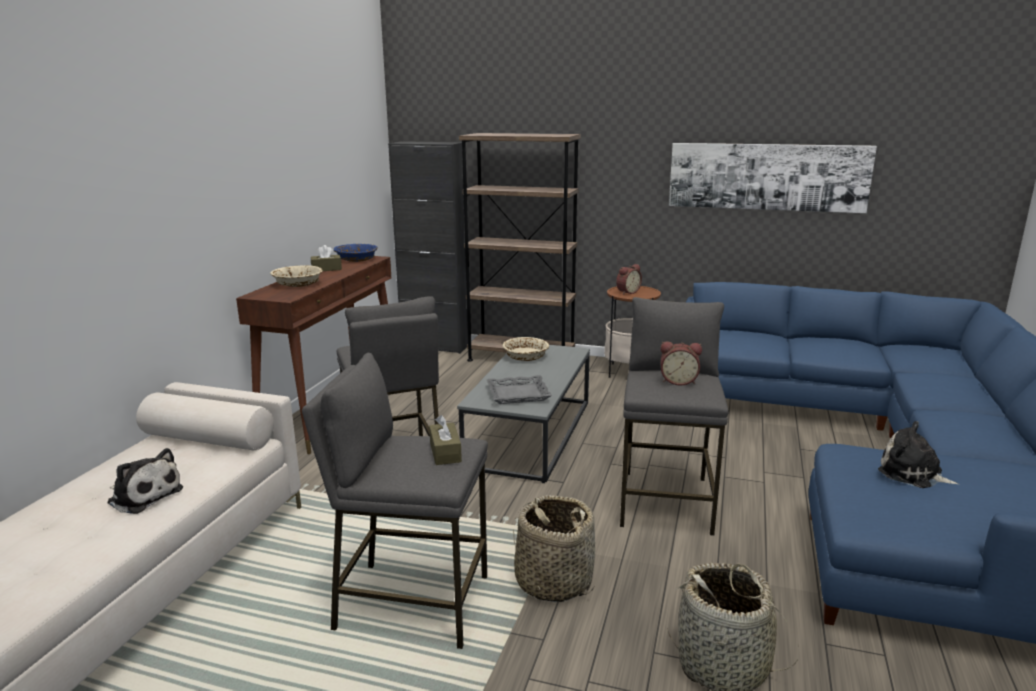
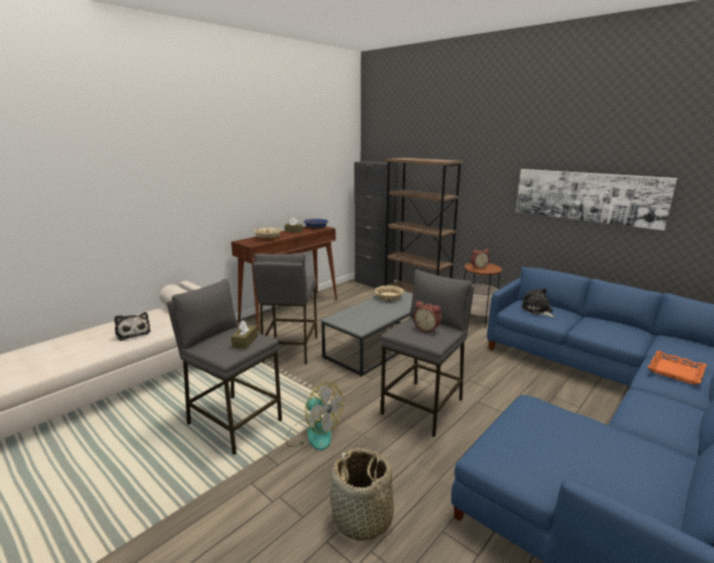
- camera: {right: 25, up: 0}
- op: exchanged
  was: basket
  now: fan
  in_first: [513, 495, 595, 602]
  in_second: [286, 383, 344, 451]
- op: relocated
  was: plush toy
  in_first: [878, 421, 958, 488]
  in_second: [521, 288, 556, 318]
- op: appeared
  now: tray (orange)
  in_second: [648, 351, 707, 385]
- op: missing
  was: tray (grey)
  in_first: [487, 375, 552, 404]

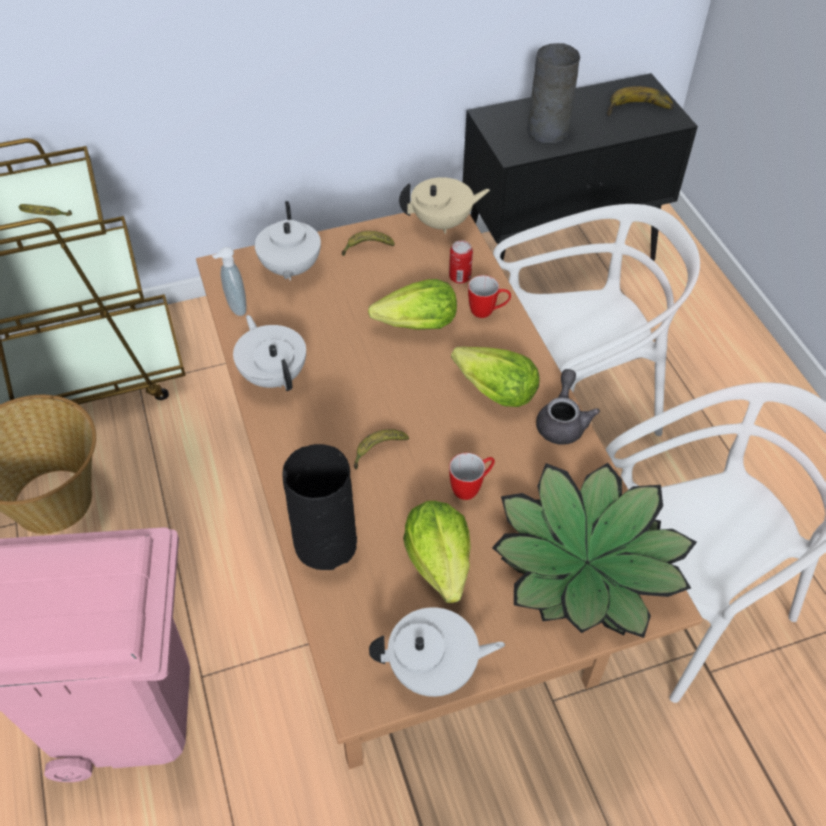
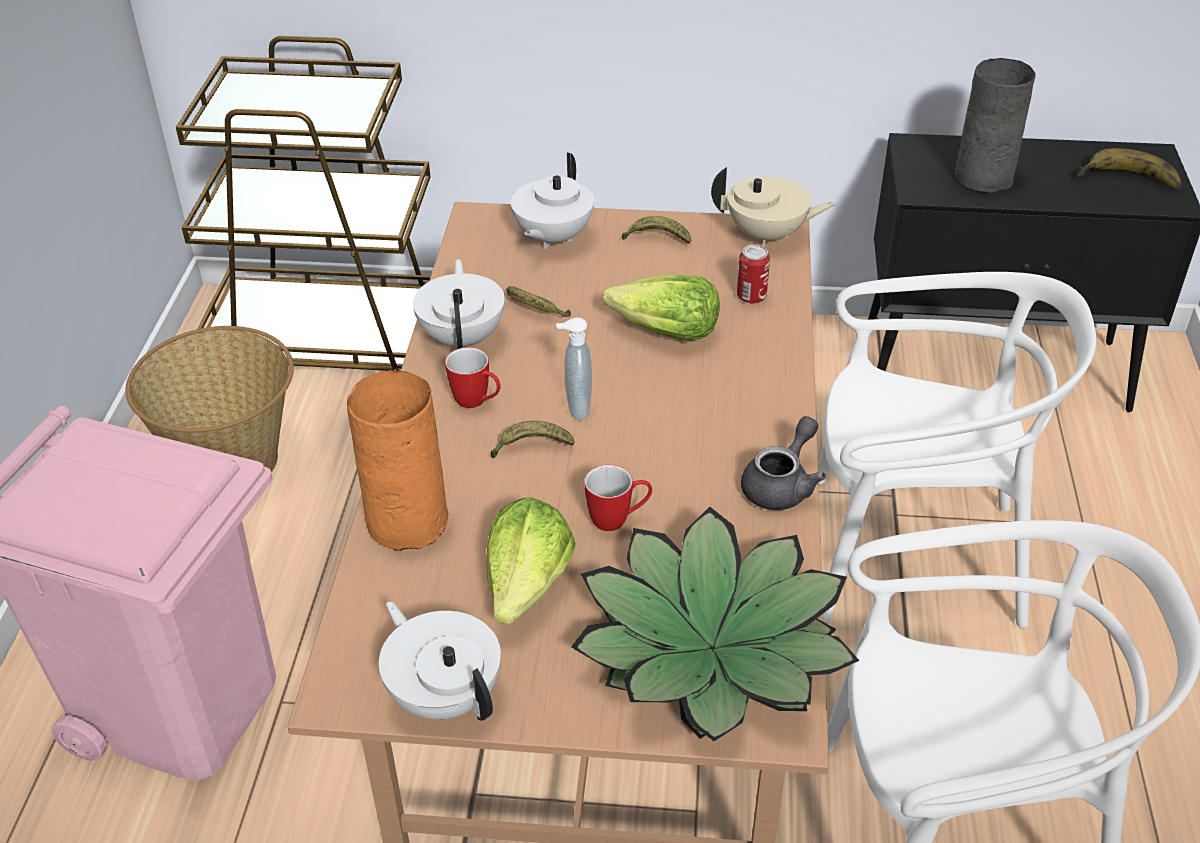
- camera: {right: 25, up: -10}
- op: colour
  was: vase (black)
  now: vase (orange)
  in_first: [283, 444, 357, 570]
  in_second: [347, 370, 448, 551]
- op: spun
  was: teapot (white)
  in_first: [369, 607, 505, 697]
  in_second: [379, 601, 501, 720]
  clockwise: -150
- op: relocated
  was: mug
  in_first: [468, 275, 511, 318]
  in_second: [445, 347, 501, 408]
- op: relocated
  was: banana
  in_first: [19, 204, 72, 216]
  in_second: [506, 286, 571, 317]
- op: relocated
  was: soap dispenser
  in_first: [212, 247, 246, 316]
  in_second: [556, 317, 592, 420]
- op: missing
  was: lettuce
  in_first: [451, 347, 540, 407]

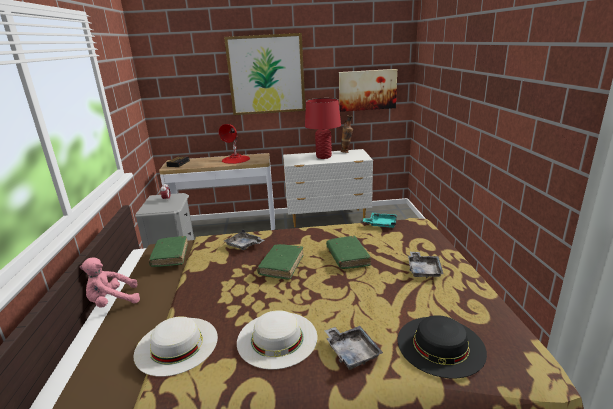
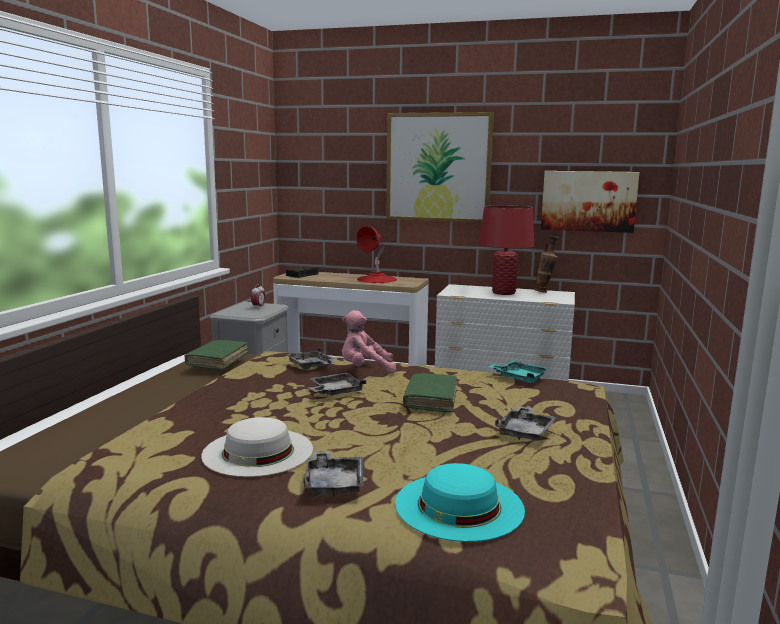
- camera: {right: 20, up: -10}
- op: exchanged
  was: book (green)
  now: tray (grey)
  in_first: [257, 244, 303, 280]
  in_second: [310, 373, 366, 396]
- op: relocated
  was: plush toy (pink)
  in_first: [80, 258, 140, 308]
  in_second: [342, 310, 396, 374]
- op: colour
  was: hat (black)
  now: hat (turquoise)
  in_first: [398, 315, 487, 378]
  in_second: [395, 463, 525, 542]
- op: missing
  was: hat (white)
  in_first: [134, 316, 218, 377]

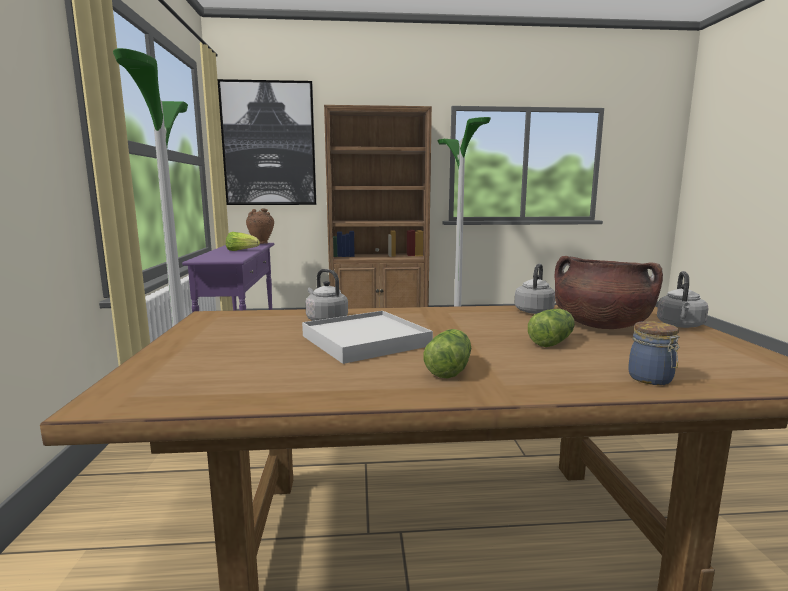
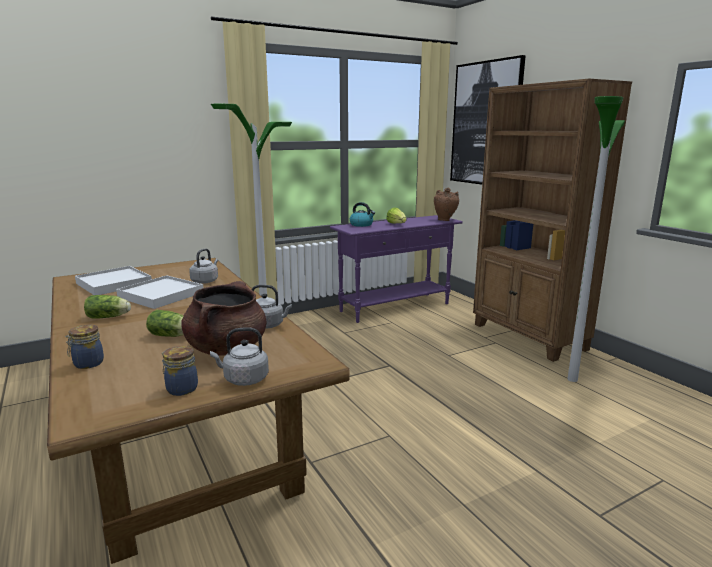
- camera: {right: 65, up: 5}
- op: appeared
  now: tray (white)
  in_second: [75, 266, 152, 295]
- op: appeared
  now: jar
  in_second: [162, 346, 198, 396]
- op: appeared
  now: kettle
  in_second: [350, 202, 375, 227]

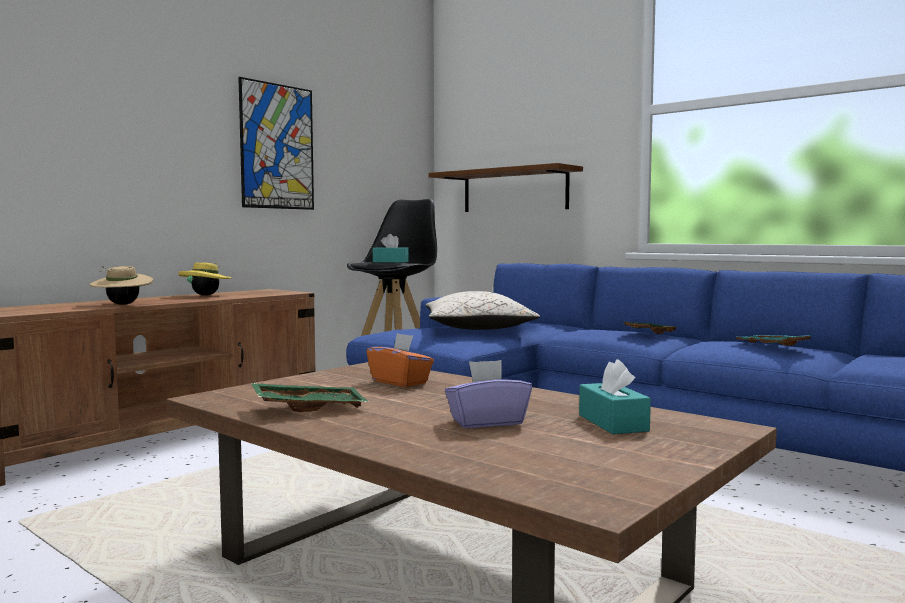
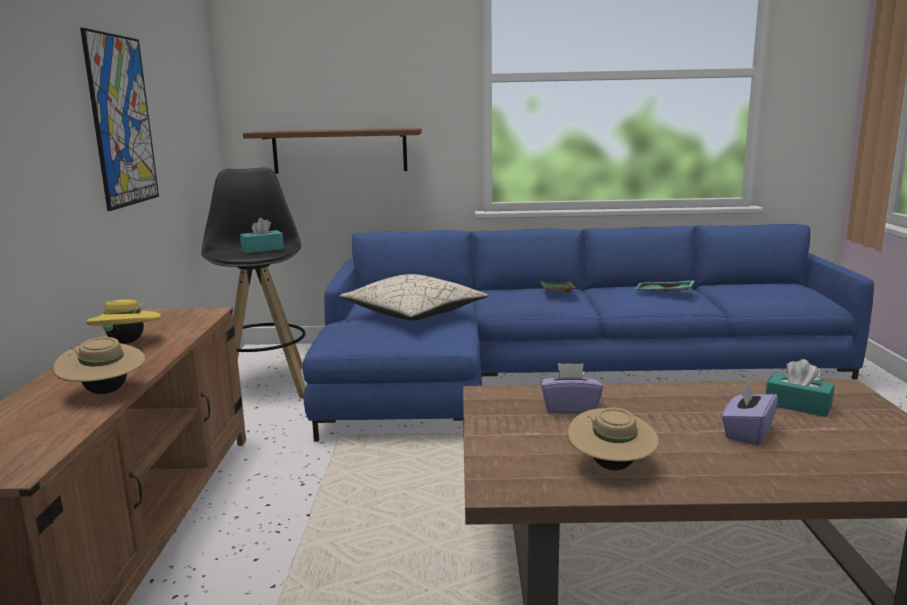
- camera: {right: -40, up: 10}
- op: colour
  was: tissue box (orange)
  now: tissue box (purple)
  in_first: [366, 333, 434, 387]
  in_second: [540, 363, 603, 414]
- op: exchanged
  was: tray (green)
  now: hat (beige)
  in_first: [251, 383, 369, 412]
  in_second: [568, 407, 659, 470]

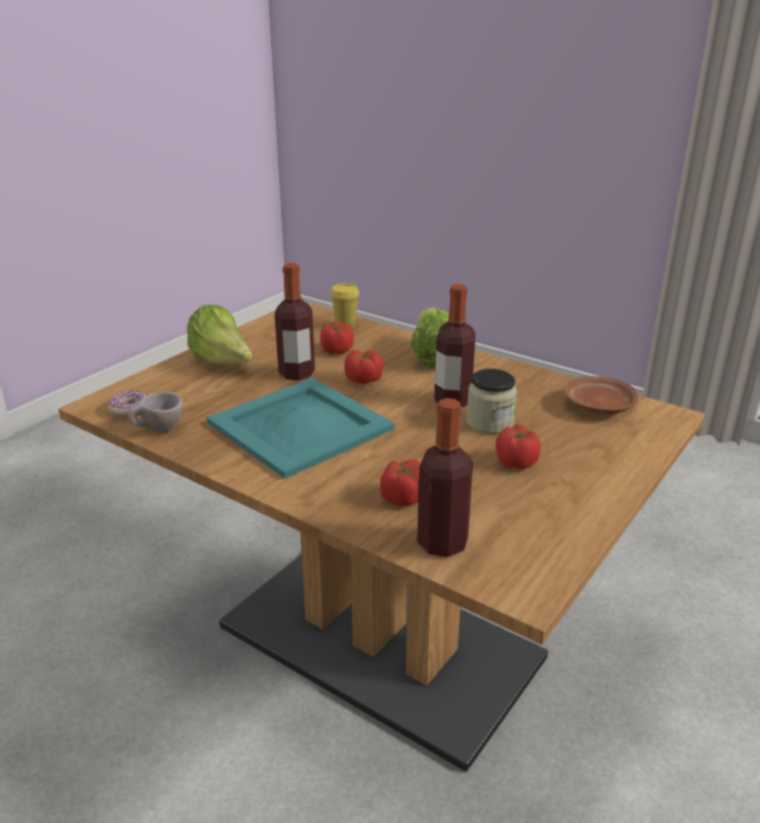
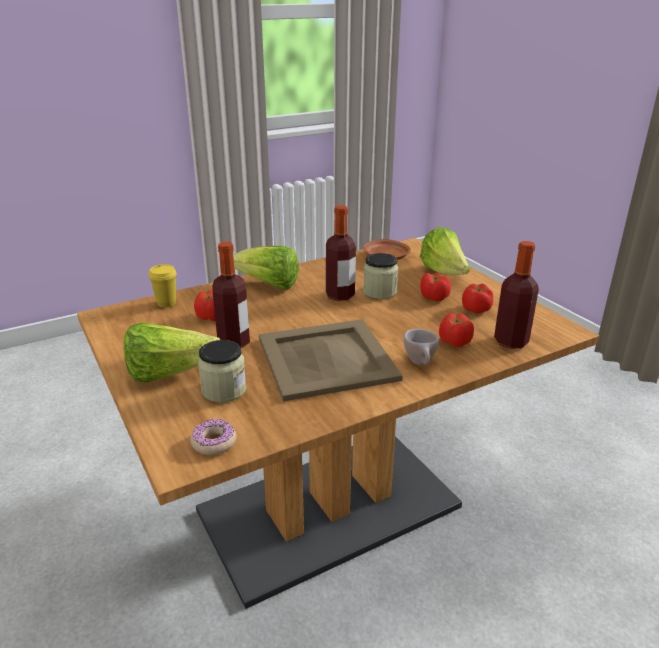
- camera: {right: -65, up: 0}
- op: appeared
  now: jar
  in_second: [198, 340, 246, 402]
- op: colour
  was: tray (turquoise)
  now: tray (beige)
  in_first: [207, 378, 395, 479]
  in_second: [259, 319, 403, 401]
- op: relocated
  was: cup (beige)
  in_first: [128, 391, 183, 432]
  in_second: [403, 329, 439, 365]
- op: appeared
  now: lettuce
  in_second: [420, 227, 470, 275]
- op: relocated
  was: tomato
  in_first: [344, 350, 383, 384]
  in_second: [462, 284, 493, 313]

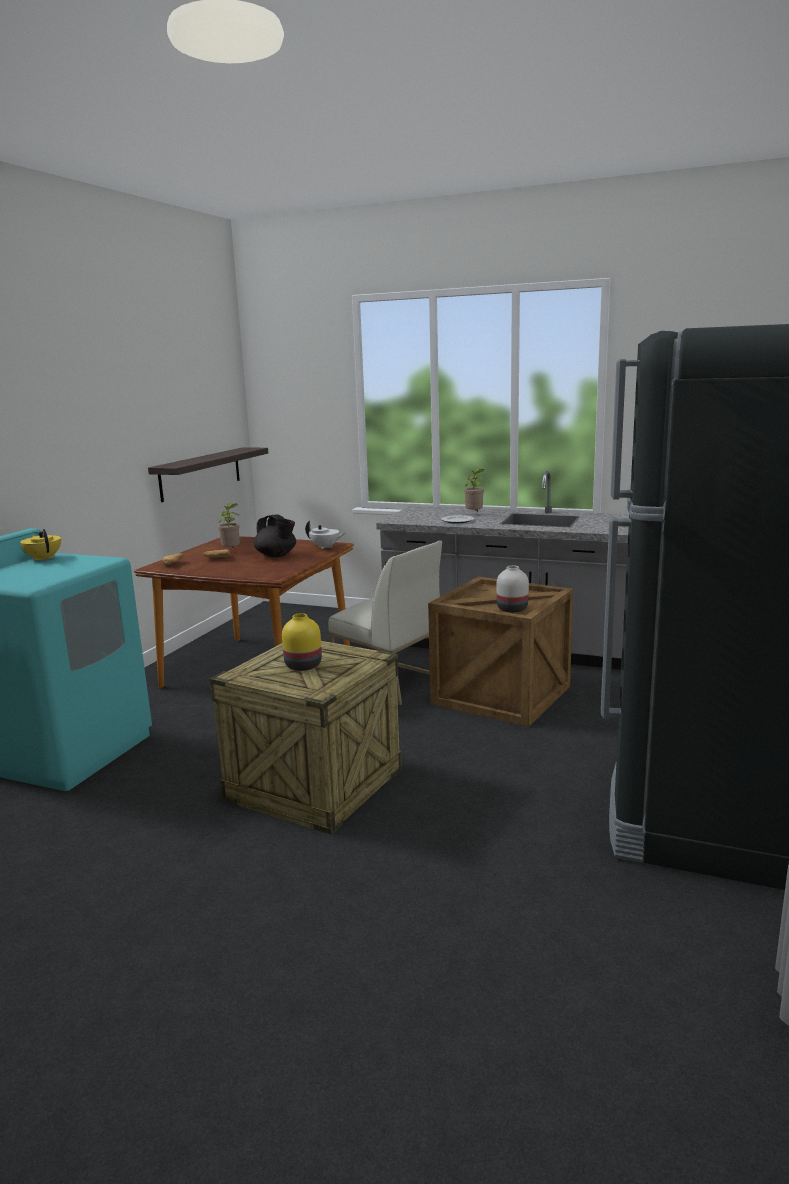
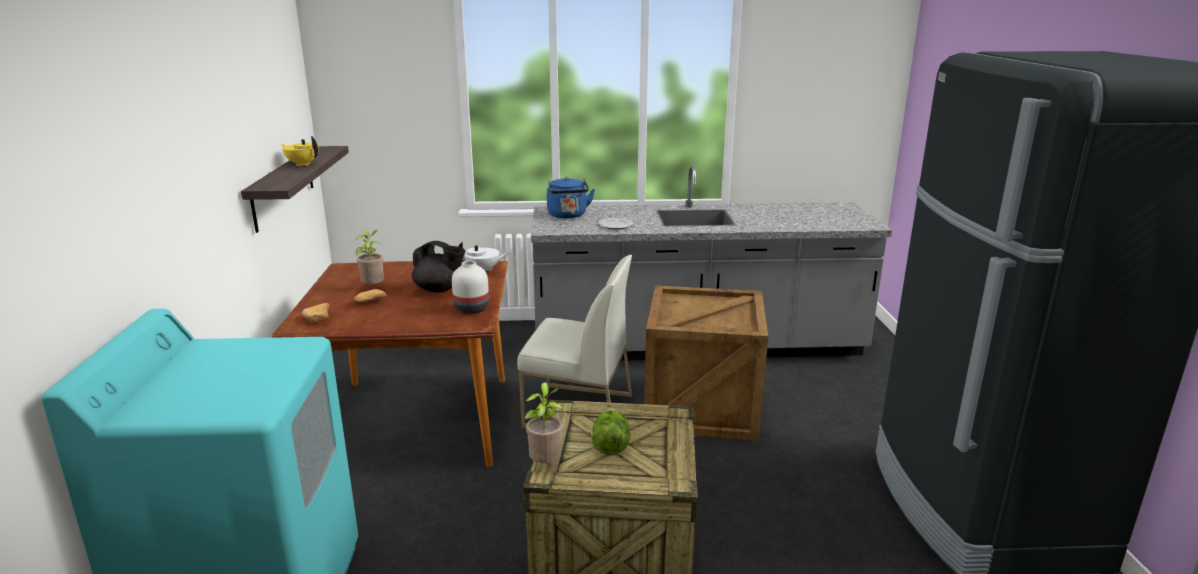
- camera: {right: -25, up: 5}
- op: relocated
  was: teapot (yellow)
  in_first: [20, 529, 61, 560]
  in_second: [282, 136, 319, 166]
- op: relocated
  was: vase (white)
  in_first: [496, 565, 529, 613]
  in_second: [452, 261, 489, 314]
- op: relocated
  was: potted plant
  in_first: [463, 468, 485, 512]
  in_second: [525, 382, 563, 463]
- op: appeared
  now: kettle (blue)
  in_second: [547, 177, 595, 218]
- op: exchanged
  was: vase (yellow)
  now: lettuce
  in_first: [282, 613, 322, 671]
  in_second: [592, 408, 630, 455]

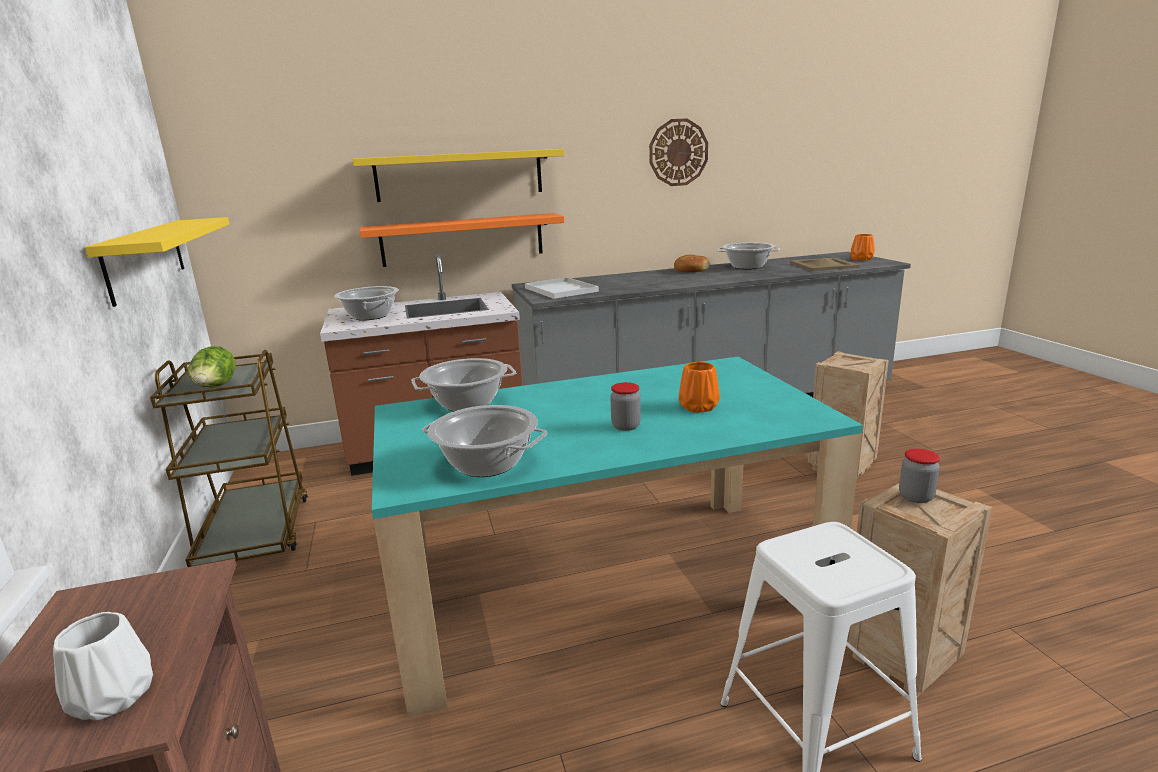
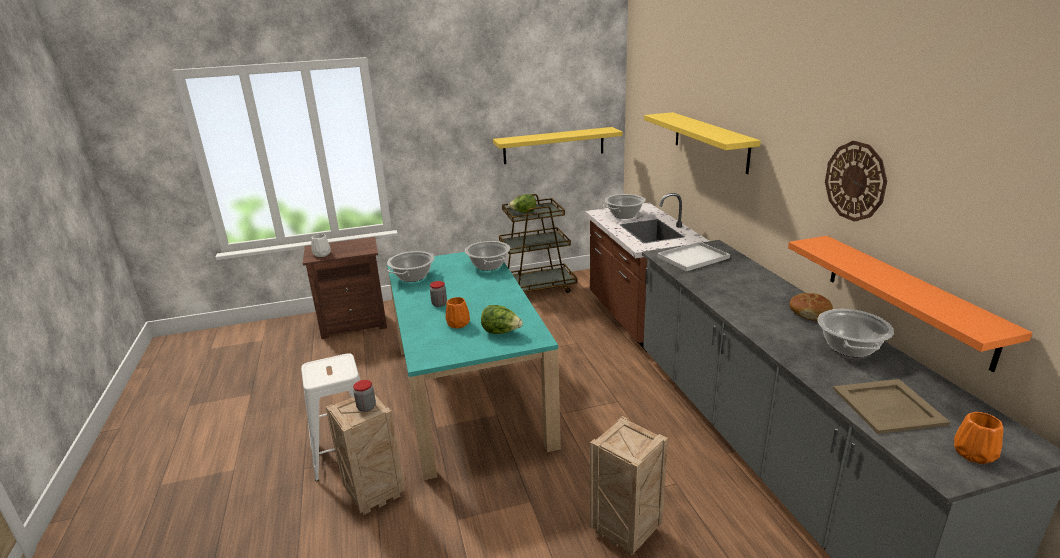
- camera: {right: 90, up: 5}
- op: appeared
  now: lettuce
  in_second: [481, 305, 523, 334]
- op: relocated
  was: shelf (orange)
  in_first: [360, 213, 564, 267]
  in_second: [788, 236, 1033, 372]

